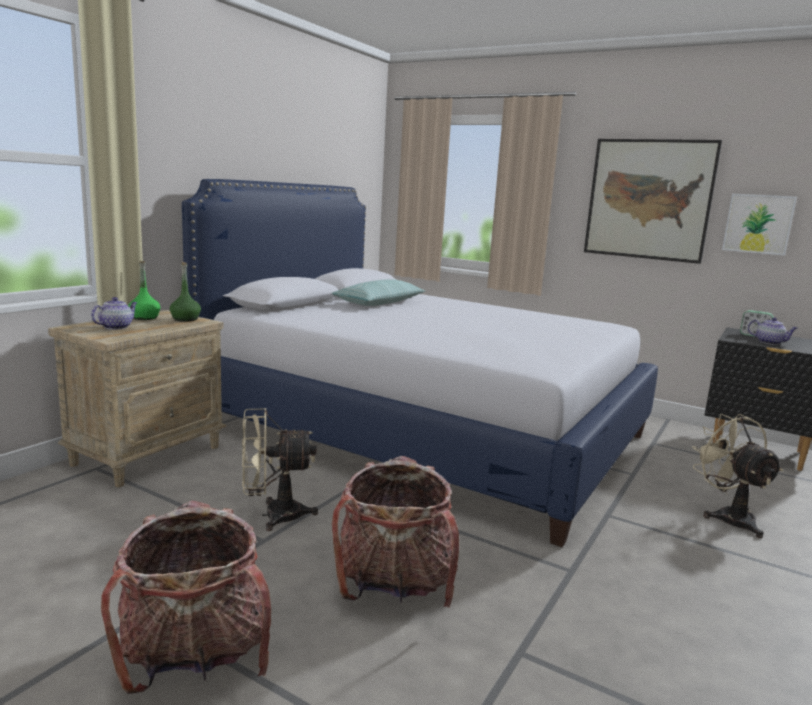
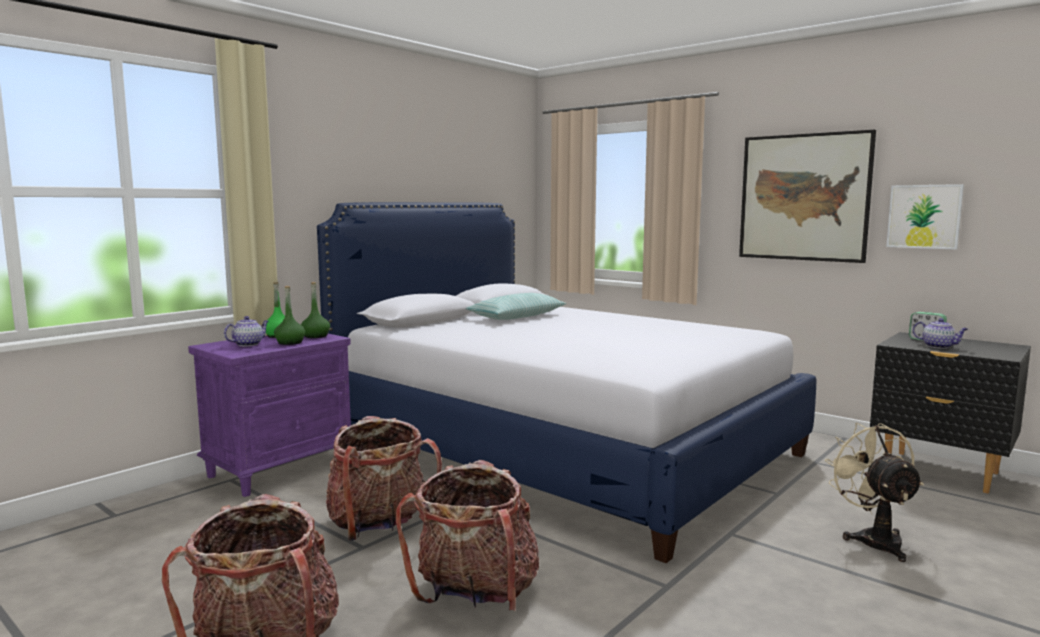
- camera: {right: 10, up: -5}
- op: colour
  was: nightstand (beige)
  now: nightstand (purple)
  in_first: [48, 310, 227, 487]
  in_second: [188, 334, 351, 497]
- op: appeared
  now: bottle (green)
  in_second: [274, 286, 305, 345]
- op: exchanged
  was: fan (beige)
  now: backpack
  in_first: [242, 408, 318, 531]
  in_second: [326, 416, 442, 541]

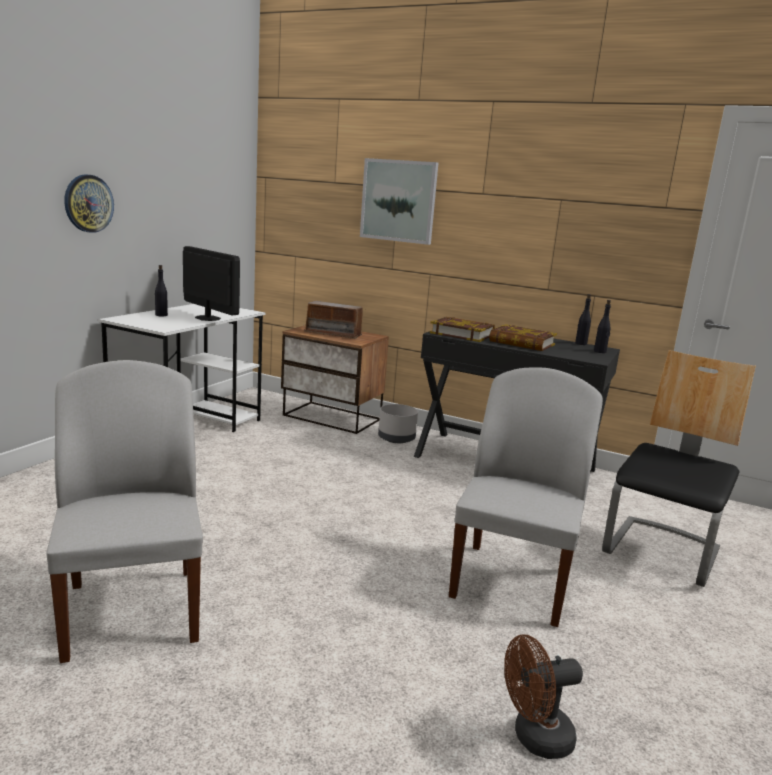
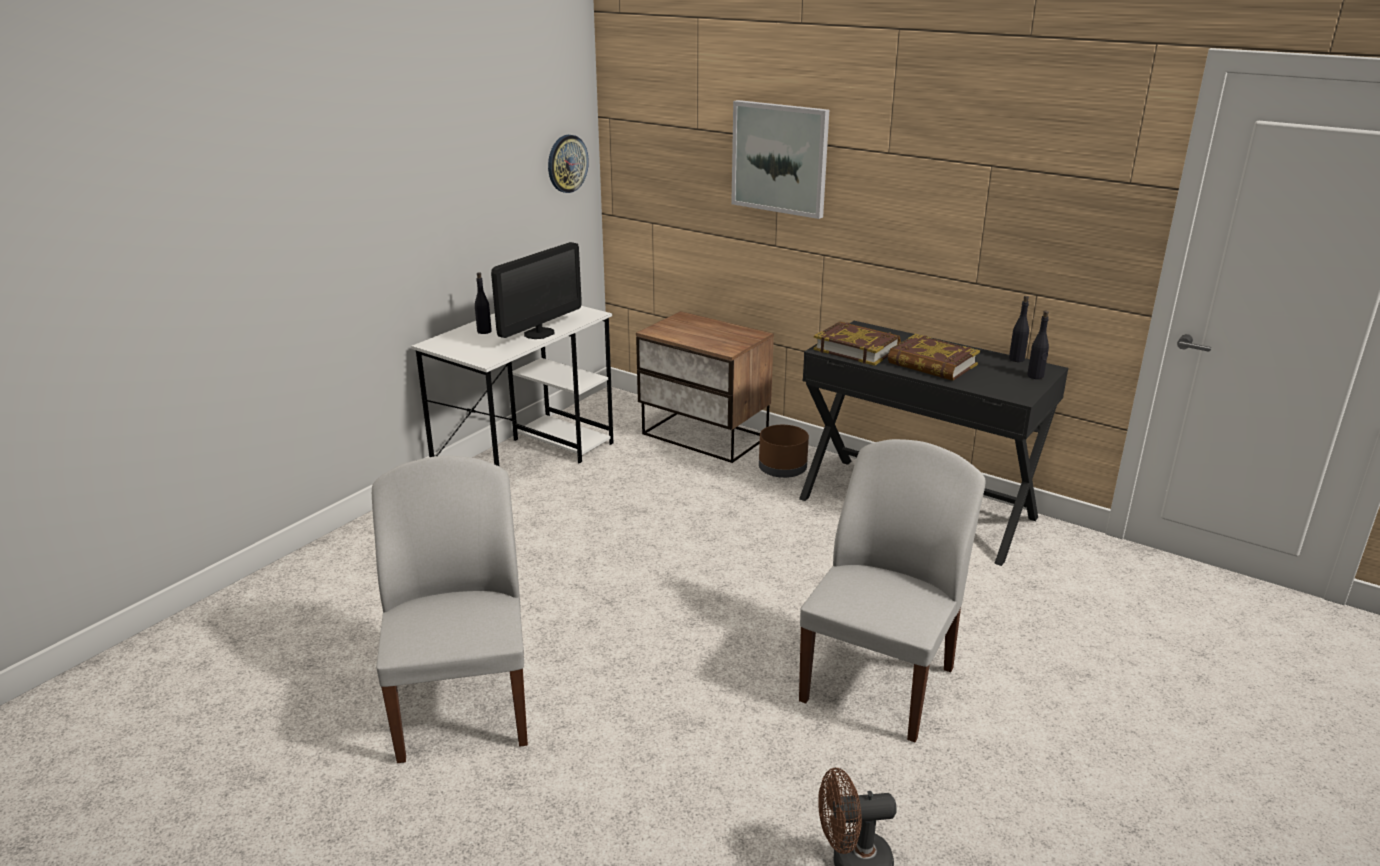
- camera: {right: 10, up: 10}
- op: spun
  was: monitor
  in_first: [183, 246, 240, 321]
  in_second: [491, 242, 581, 339]
  clockwise: 75
- op: relocated
  was: wall clock
  in_first: [64, 174, 114, 233]
  in_second: [548, 135, 589, 193]
- op: colour
  was: planter (grey)
  now: planter (brown)
  in_first: [378, 404, 418, 443]
  in_second: [759, 425, 809, 478]
- op: missing
  was: radio
  in_first: [303, 301, 365, 339]
- op: missing
  was: chair
  in_first: [602, 350, 756, 587]

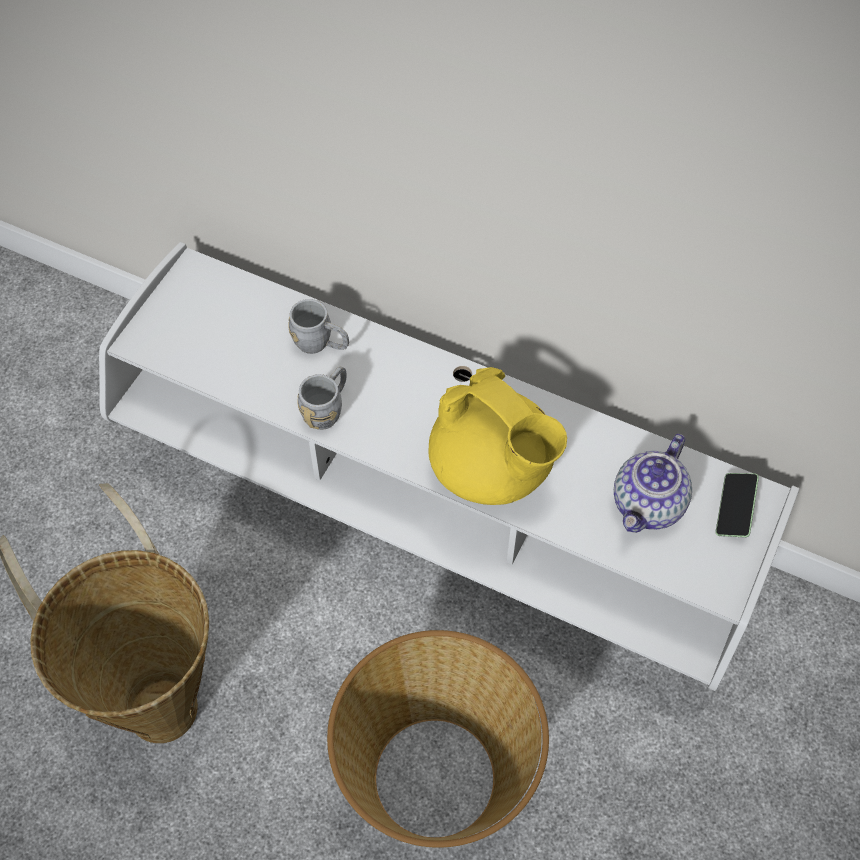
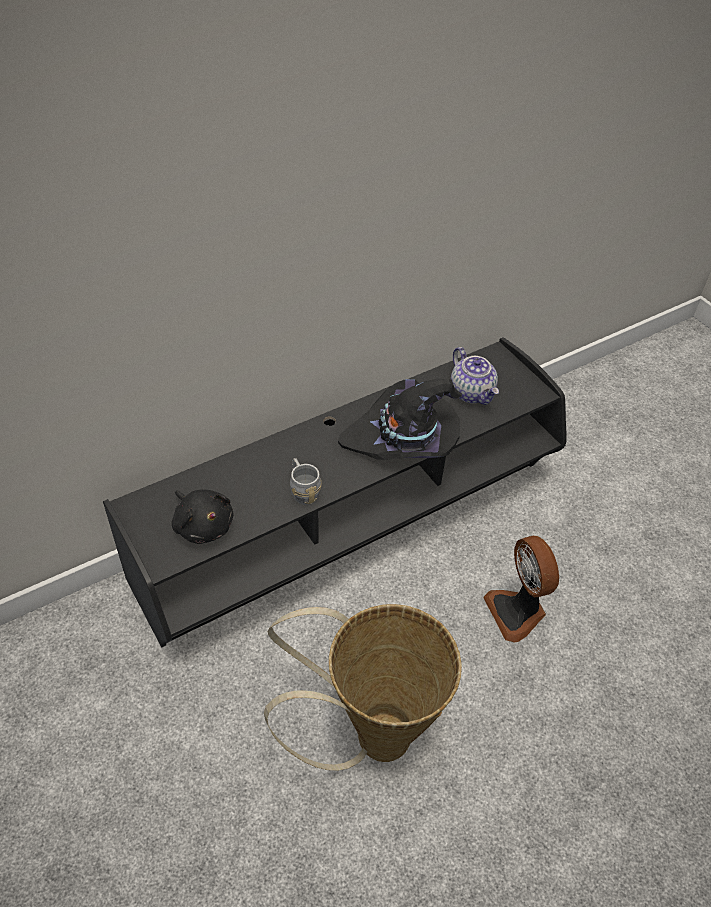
- camera: {right: -60, up: -10}
- op: colour
  was: tv stand (white)
  now: tv stand (black)
  in_first: [99, 242, 799, 691]
  in_second: [103, 337, 567, 648]
- op: appeared
  now: plush toy (black)
  in_second: [172, 489, 233, 544]
- op: exchanged
  was: teapot (yellow)
  now: hat (black)
  in_first: [429, 367, 567, 505]
  in_second: [338, 378, 462, 460]
- op: exchanged
  was: basket
  now: fan
  in_first: [327, 630, 549, 848]
  in_second: [483, 536, 559, 643]
- op: missing
  was: mug (grey)
  in_first: [288, 299, 349, 354]
- op: missing
  was: phone
  in_first: [716, 473, 759, 537]

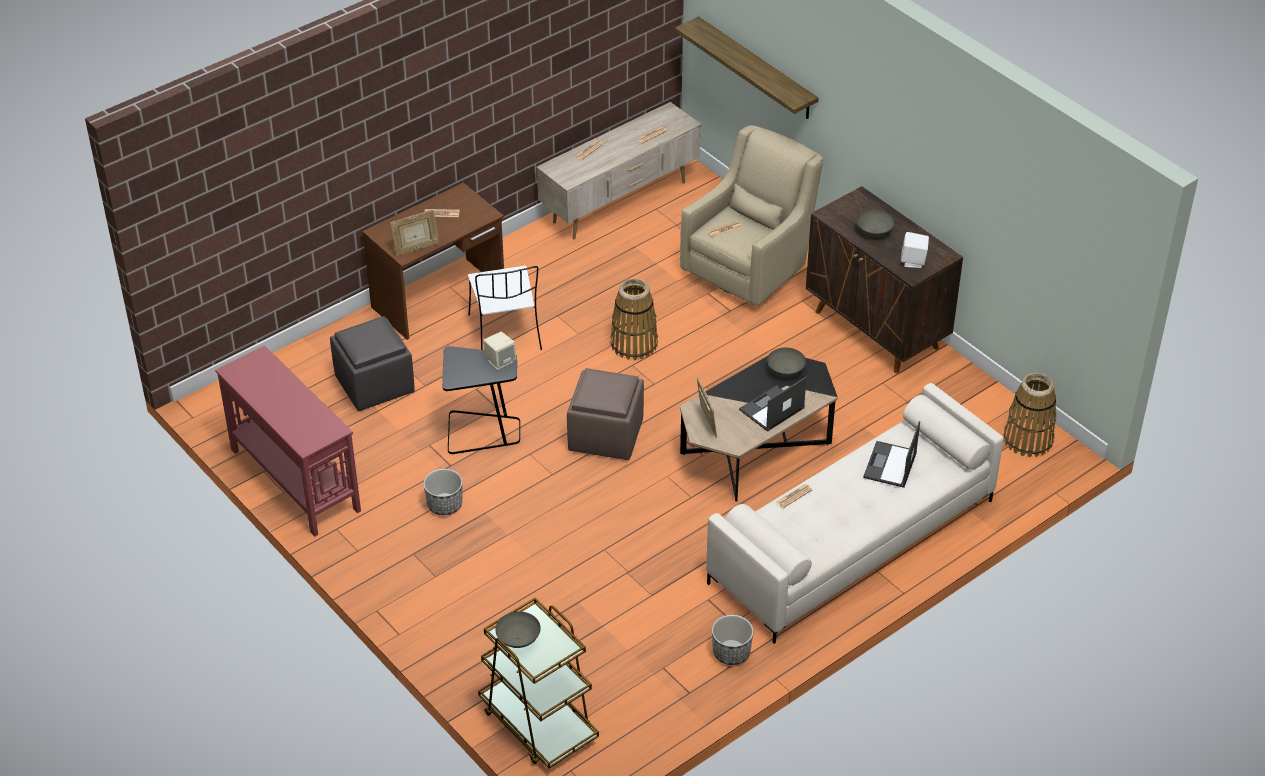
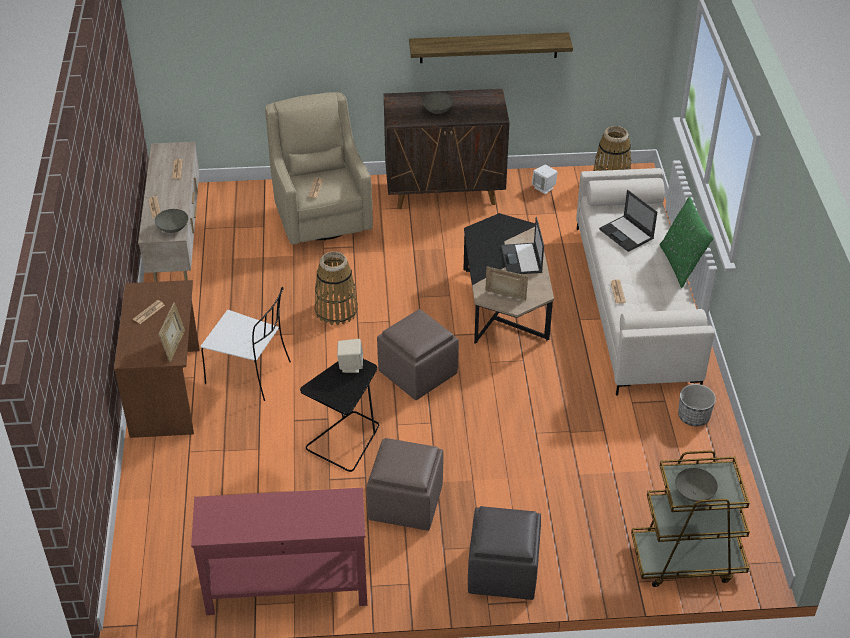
- camera: {right: -55, up: 0}
- op: relocated
  was: bowl (grey)
  in_first: [767, 348, 806, 376]
  in_second: [155, 209, 188, 233]
- op: exchanged
  was: planter
  now: ottoman (brown)
  in_first: [423, 469, 463, 515]
  in_second: [366, 438, 444, 531]
- op: relocated
  was: shelf
  in_first: [675, 16, 819, 119]
  in_second: [409, 32, 573, 63]
- op: relocated
  was: ottoman (grey)
  in_first: [330, 316, 415, 411]
  in_second: [468, 506, 541, 600]
- op: relocated
  was: speaker (white)
  in_first: [901, 232, 929, 268]
  in_second: [532, 165, 558, 194]
- op: appeared
  now: pillow (green)
  in_second: [660, 196, 714, 288]

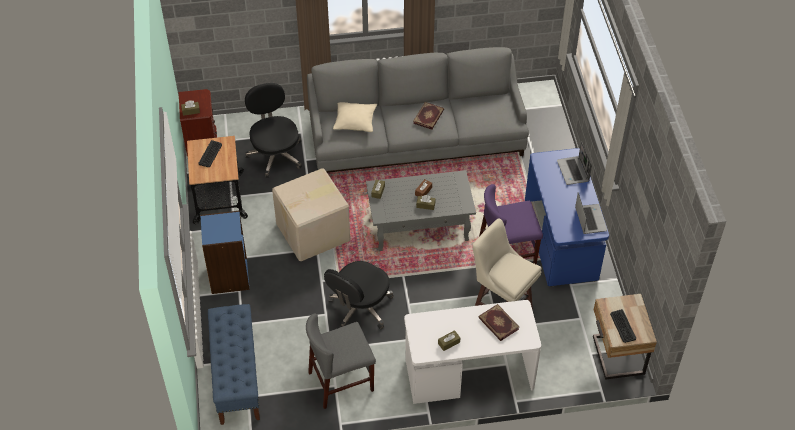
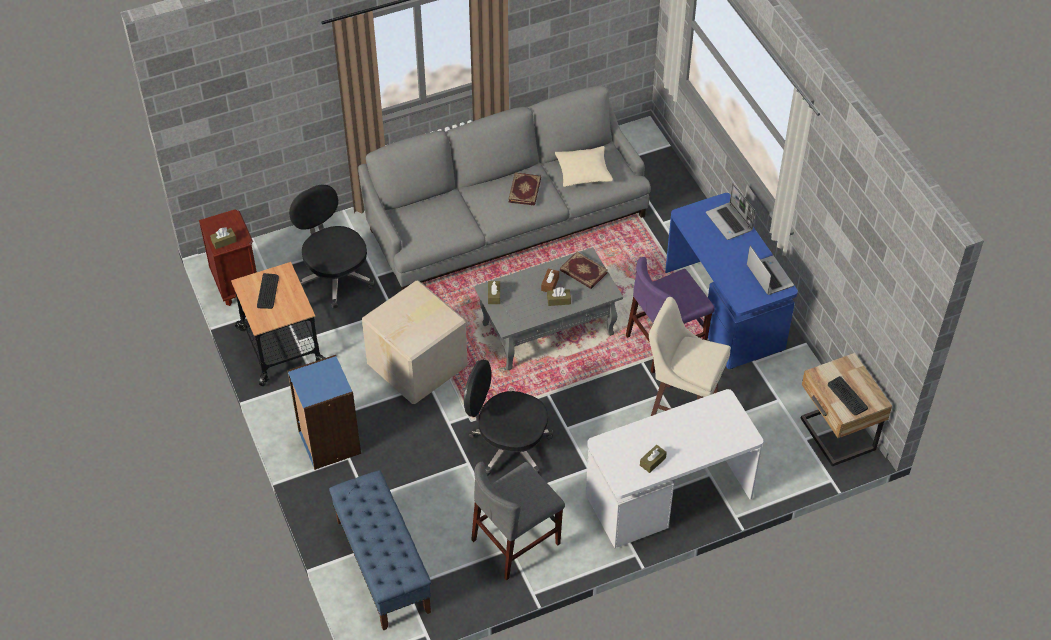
- camera: {right: -15, up: 0}
- op: spun
  was: office chair (black)
  in_first: [324, 261, 394, 329]
  in_second: [464, 360, 553, 477]
  clockwise: 90
- op: relocated
  was: pillow (beige)
  in_first: [333, 102, 377, 132]
  in_second: [555, 146, 613, 187]
- op: relocated
  was: book
  in_first: [478, 304, 519, 341]
  in_second: [560, 252, 608, 289]

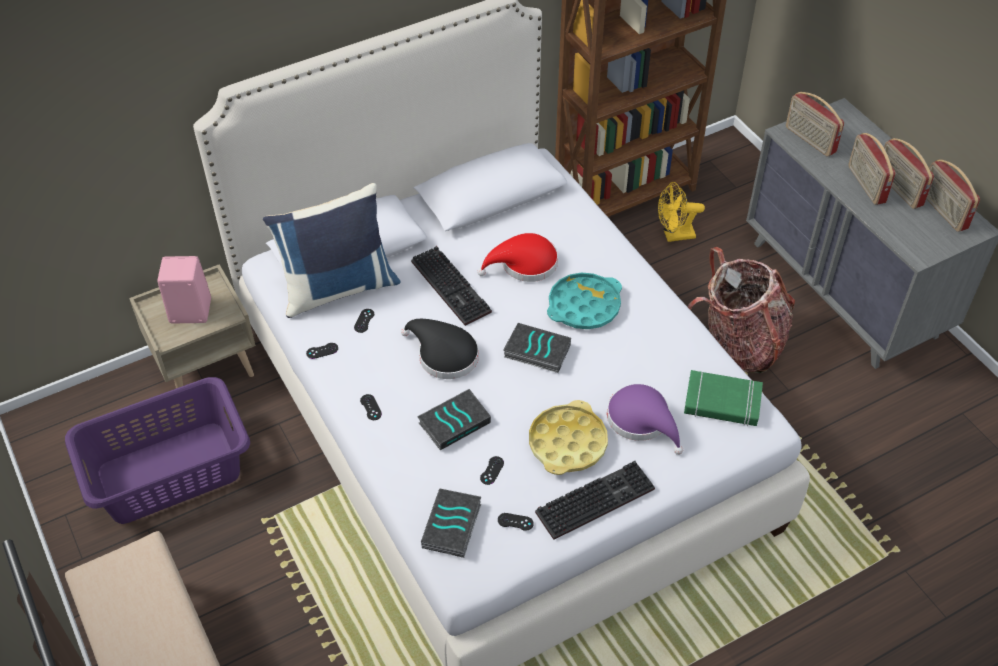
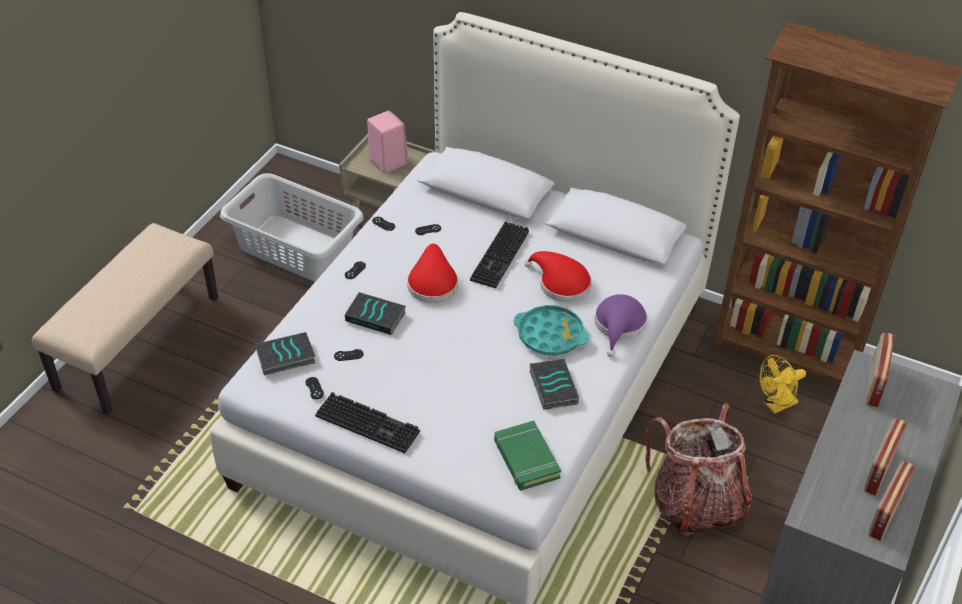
- camera: {right: 55, up: -5}
- op: colour
  was: laundry basket (purple)
  now: laundry basket (grey)
  in_first: [65, 377, 250, 524]
  in_second: [220, 173, 364, 281]
- op: colour
  was: hat (black)
  now: hat (red)
  in_first: [401, 319, 479, 379]
  in_second: [407, 243, 458, 303]
- op: relocated
  was: book
  in_first: [503, 323, 571, 373]
  in_second: [529, 359, 579, 410]
- op: relocated
  was: hat (purple)
  in_first: [607, 384, 683, 455]
  in_second: [594, 294, 647, 357]
- op: spun
  was: fan (yellow)
  in_first: [658, 182, 705, 242]
  in_second: [760, 355, 806, 414]
  clockwise: -75
- op: missing
  was: pillow (blue)
  in_first: [263, 183, 401, 318]
- op: missing
  was: tray (yellow)
  in_first: [529, 400, 608, 475]
- op: missing
  was: radio
  in_first: [848, 133, 896, 205]

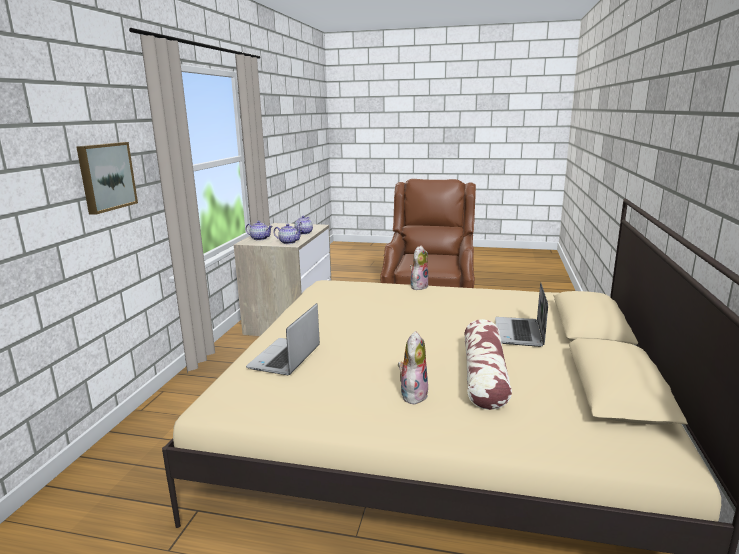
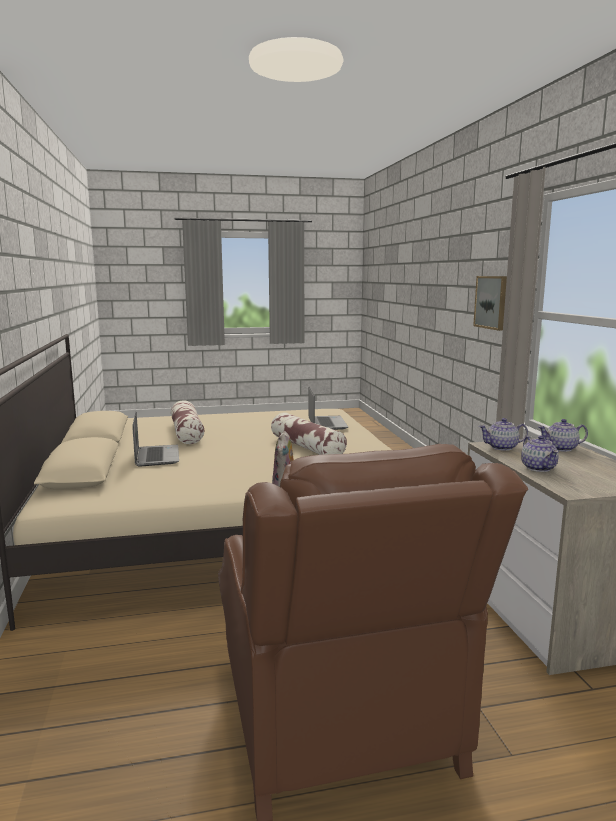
- camera: {right: 155, up: -5}
- op: appeared
  now: pillow
  in_second: [271, 413, 347, 455]
- op: missing
  was: plush toy
  in_first: [398, 331, 428, 404]

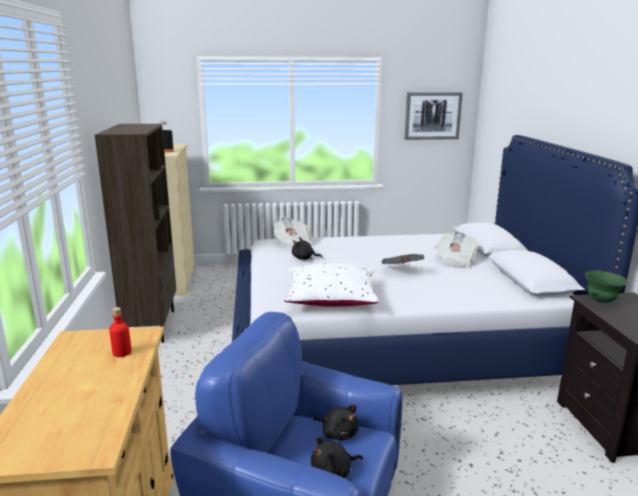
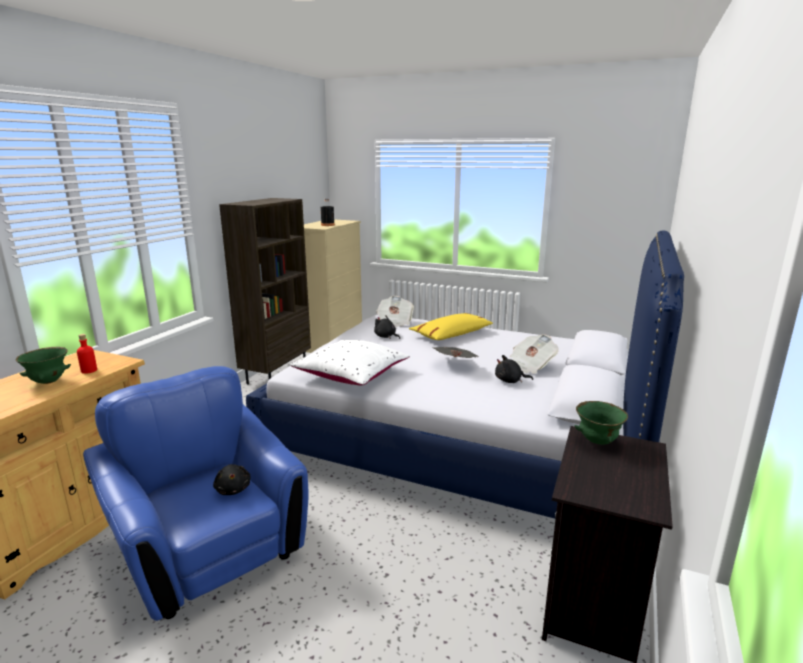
- camera: {right: 30, up: 0}
- op: appeared
  now: bowl (green)
  in_second: [16, 347, 71, 384]
- op: appeared
  now: pillow (yellow)
  in_second: [409, 313, 493, 340]
- op: relocated
  was: plush toy (black)
  in_first: [311, 437, 363, 478]
  in_second: [495, 355, 533, 383]
- op: missing
  was: picture
  in_first: [405, 92, 463, 140]

